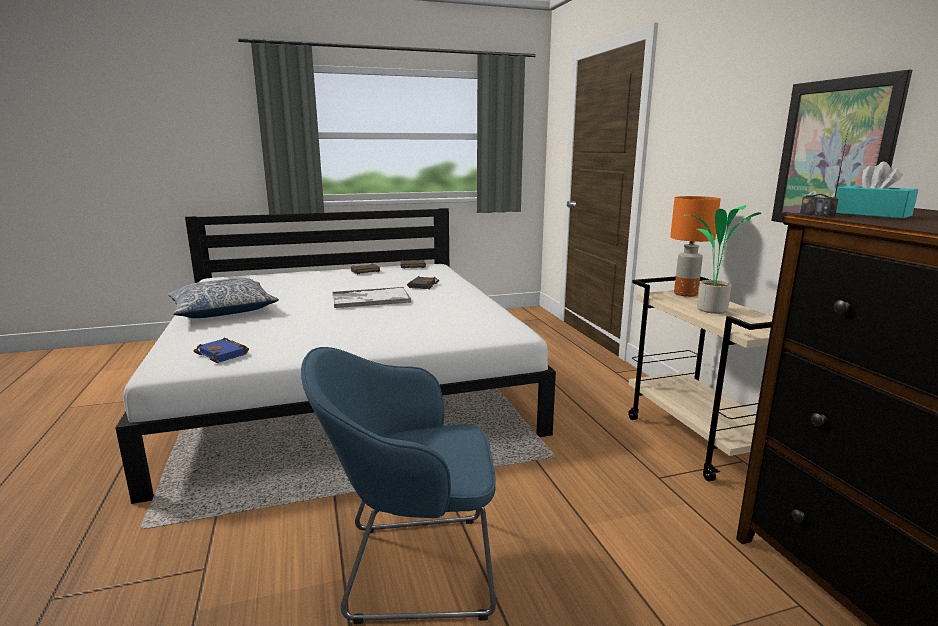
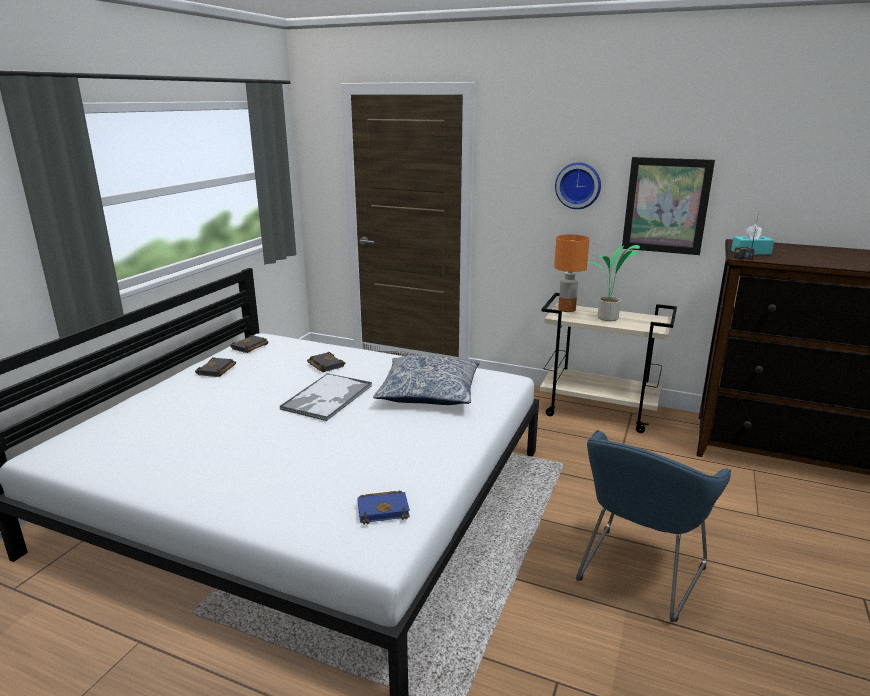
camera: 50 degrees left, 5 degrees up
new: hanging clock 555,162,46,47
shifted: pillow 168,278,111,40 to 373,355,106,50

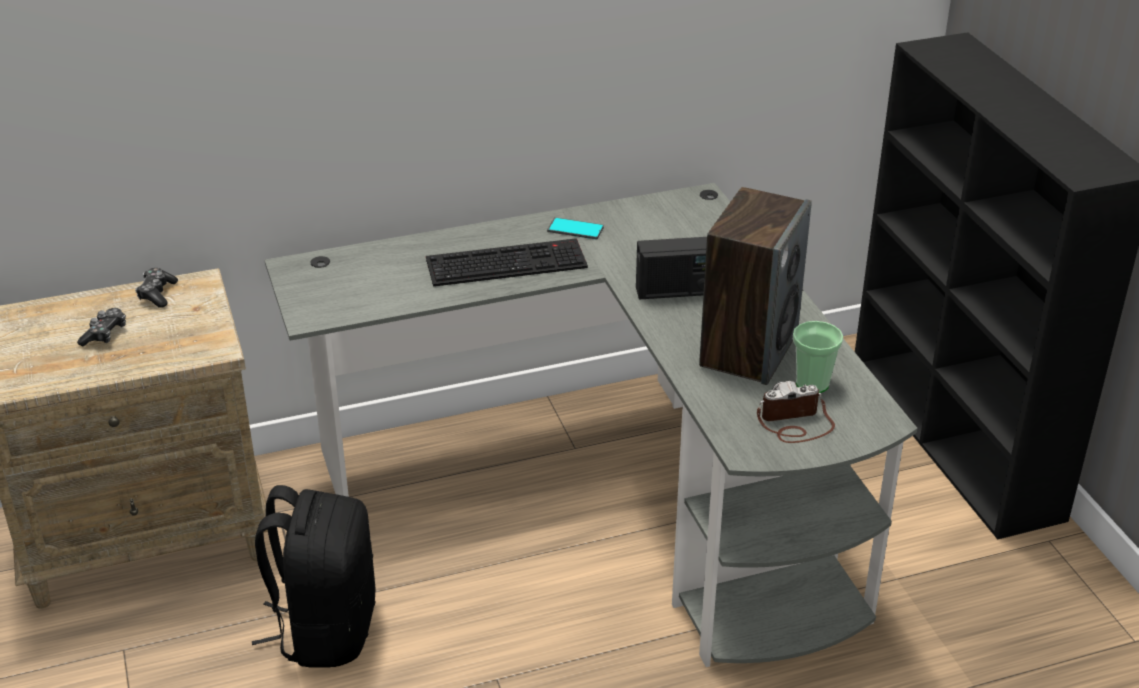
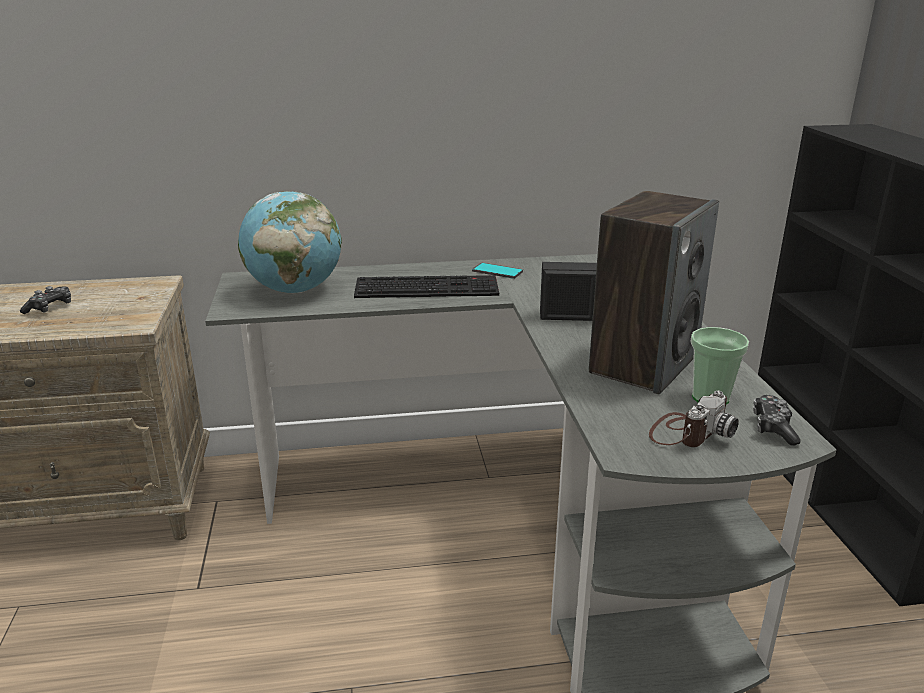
camera: 10 degrees right, 10 degrees down
gone: black-coloured rucksack 252,485,124,182
new: world globe 238,191,104,102
shifted: gamepad 135,268,43,40 to 753,395,48,51
rotated: still camera 757,381,78,62 = 649,391,90,56 135 degrees clockwise

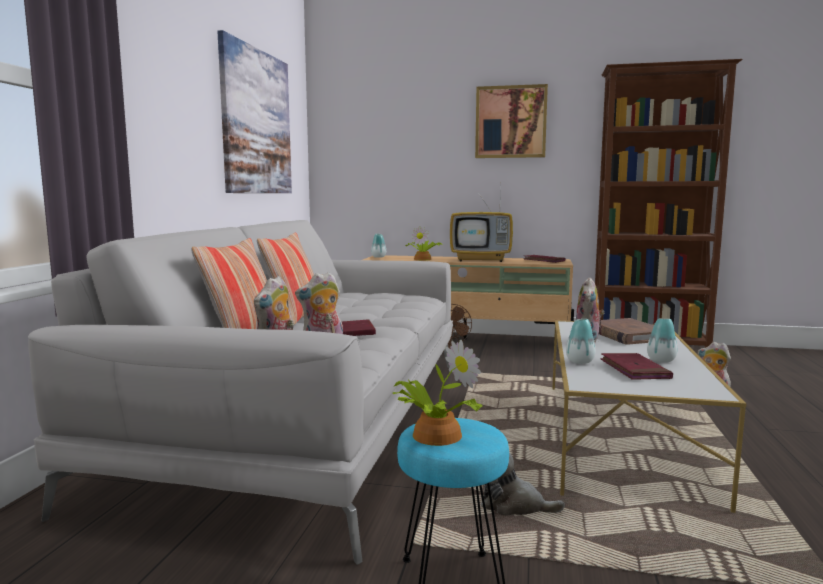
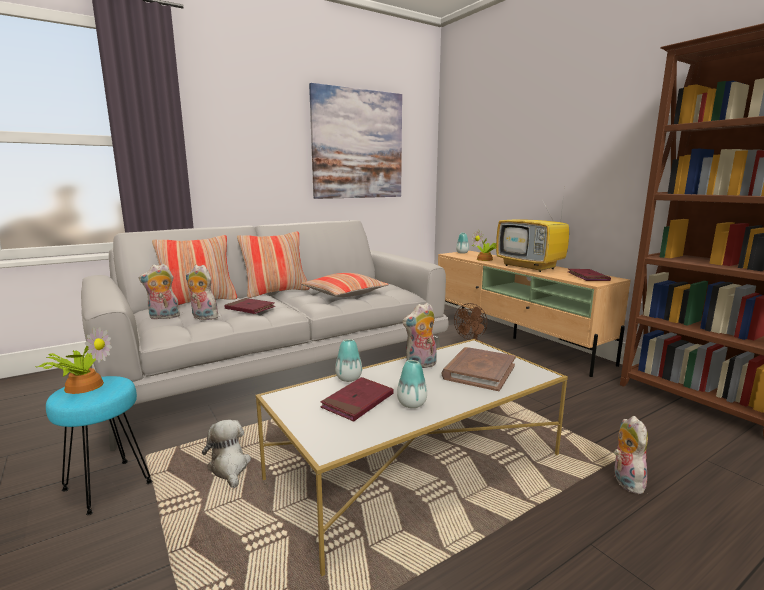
camera: 45 degrees right, 5 degrees up
gone: picture 475,84,73,74
new: pillow 301,273,87,24

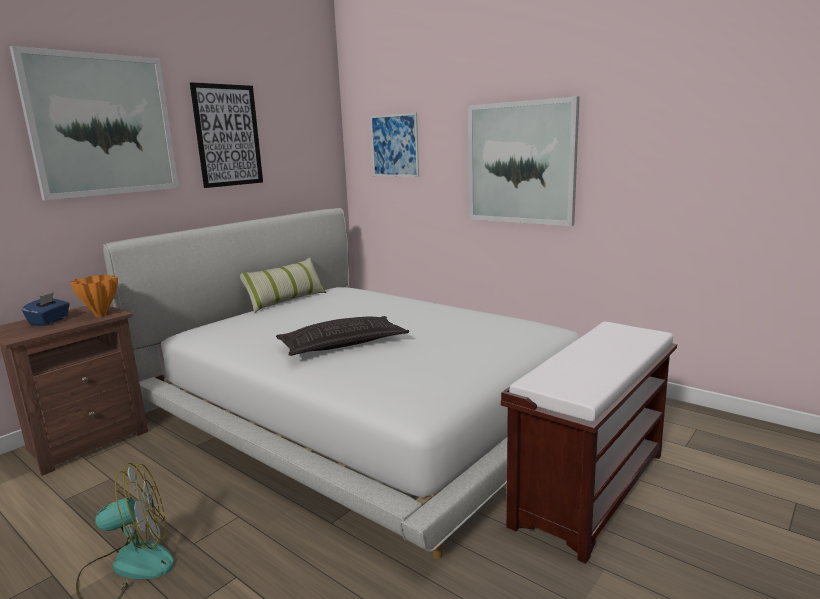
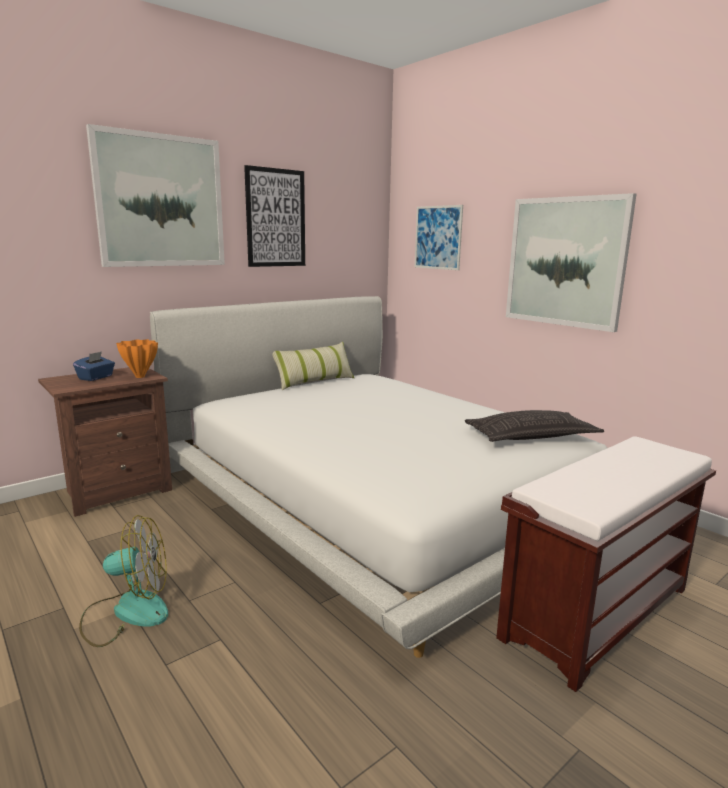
camera: 10 degrees right, 0 degrees up
shifted: pillow 276,316,133,40 to 465,410,139,32

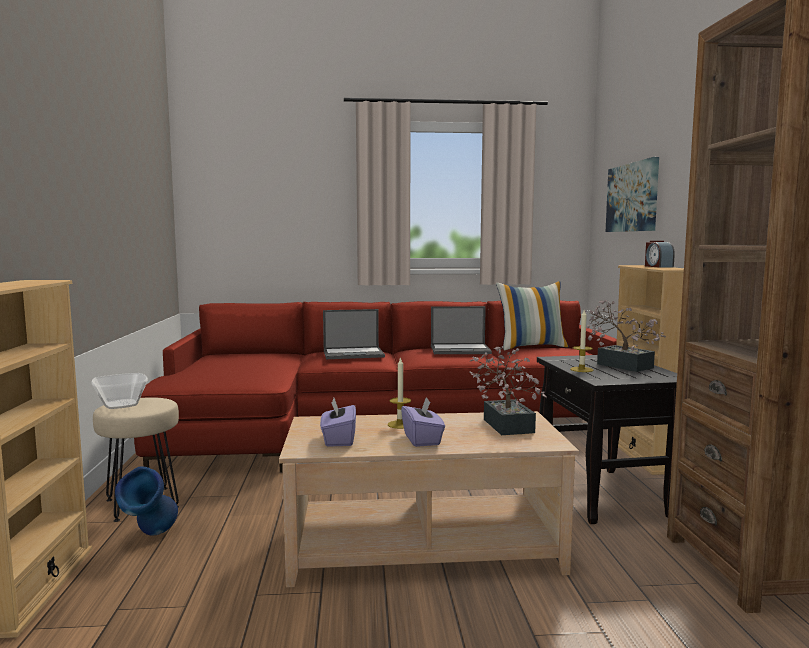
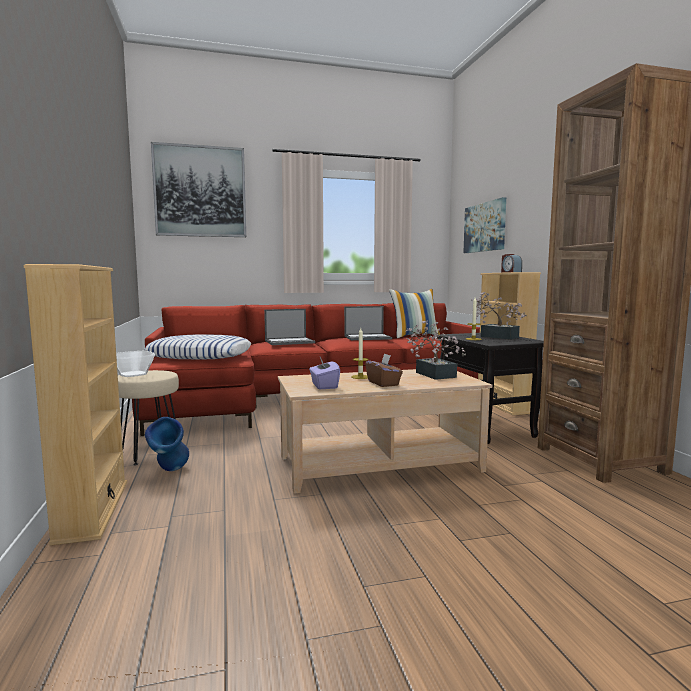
camera: 10 degrees left, 0 degrees up
new: pillow 144,334,107,26; picture 151,142,95,95
repainted: purple tissue holder 401,397,44,50 to brownish tissue holder 365,353,38,34

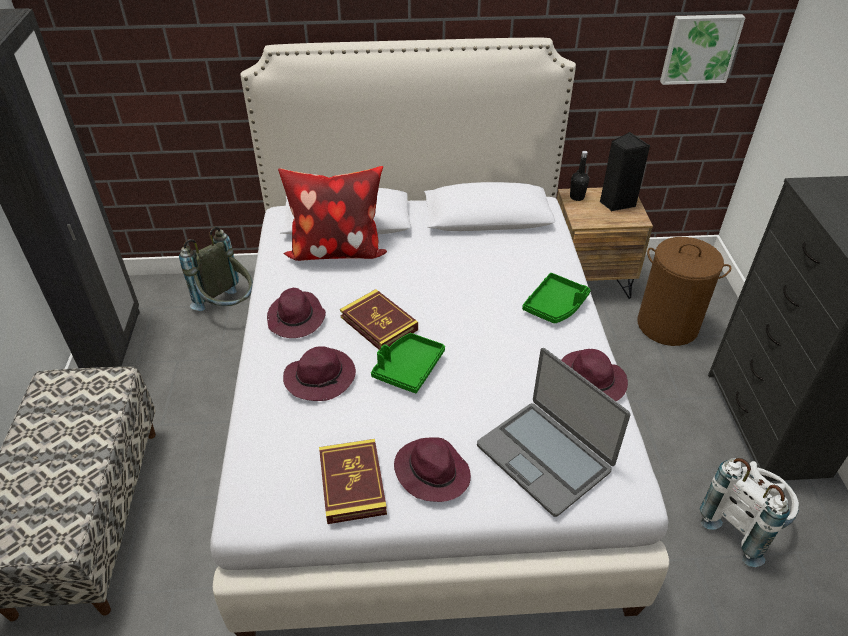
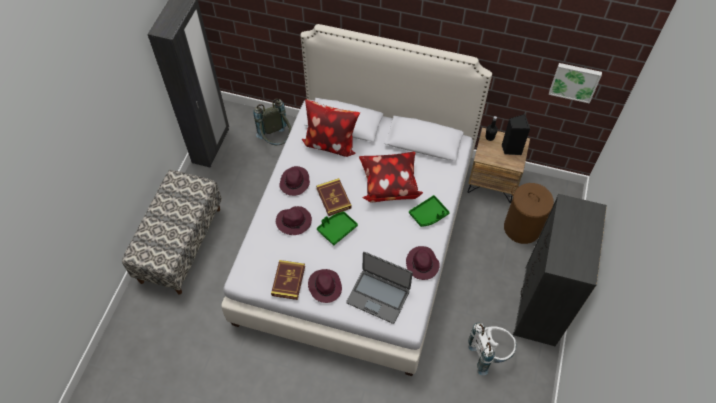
camera: 20 degrees right, 15 degrees up
new: pillow 359,152,64,51
rotated: laptop 477,348,153,169 = 346,252,67,72 45 degrees counterclockwise

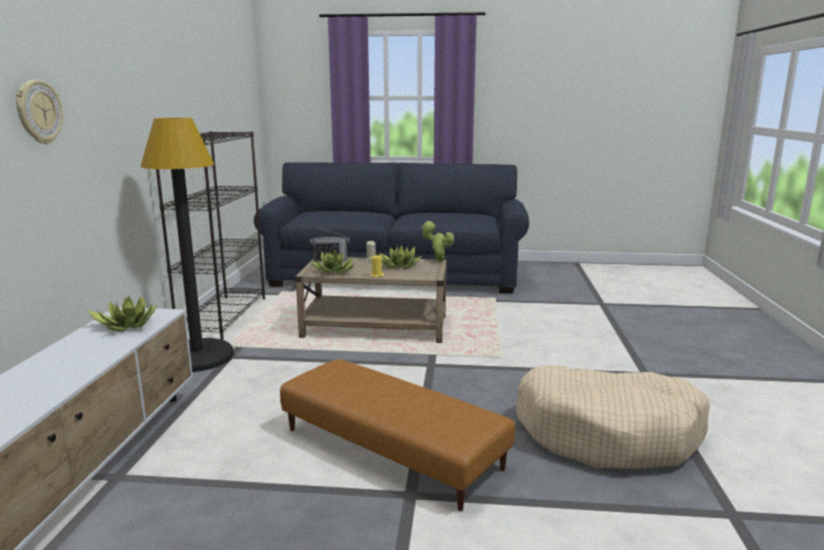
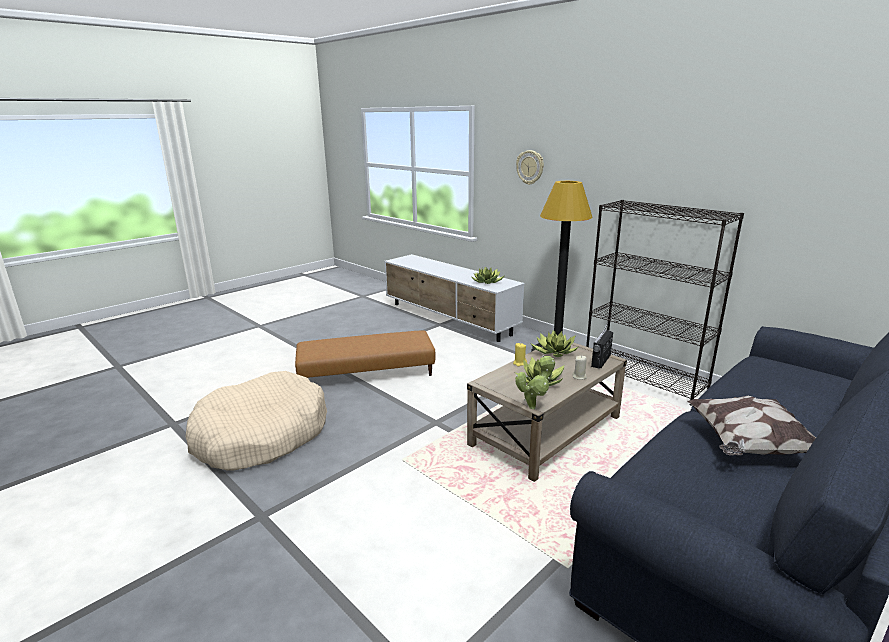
camera: 130 degrees right, 5 degrees up
new: pillow 687,396,129,59

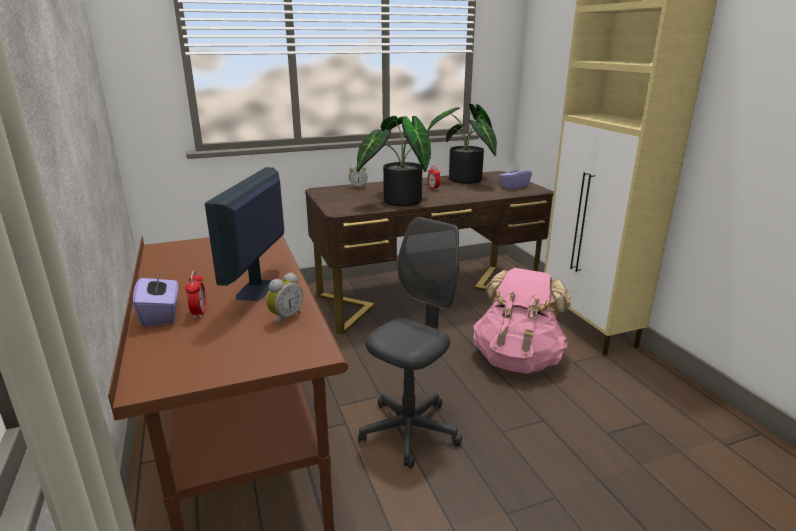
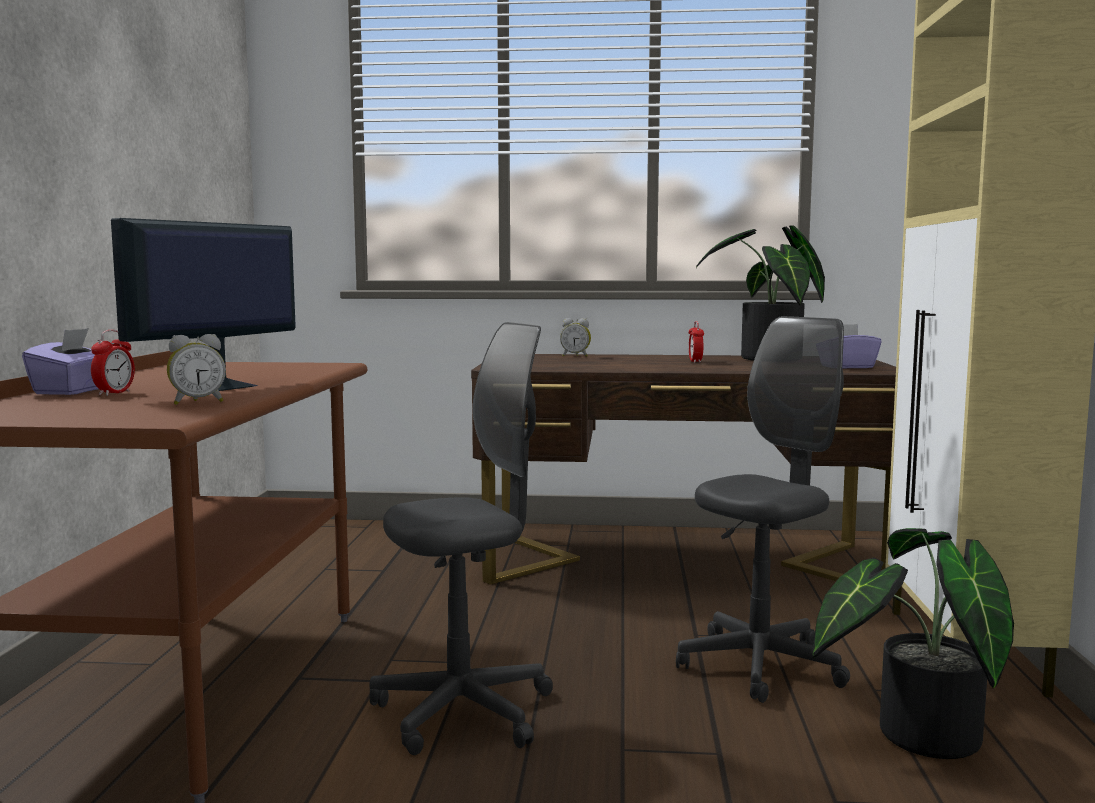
camera: 25 degrees right, 15 degrees down
shifted: houseplant 356,116,75,90 to 812,528,202,231
swapped: pink-coloured rucksack 473,268,98,106 to gray desk chair 676,316,174,387

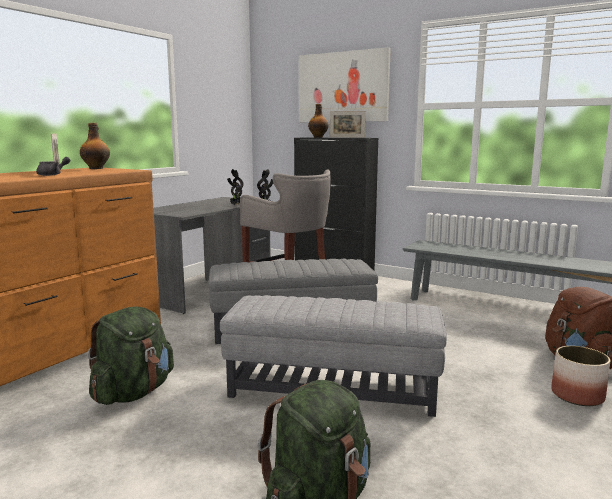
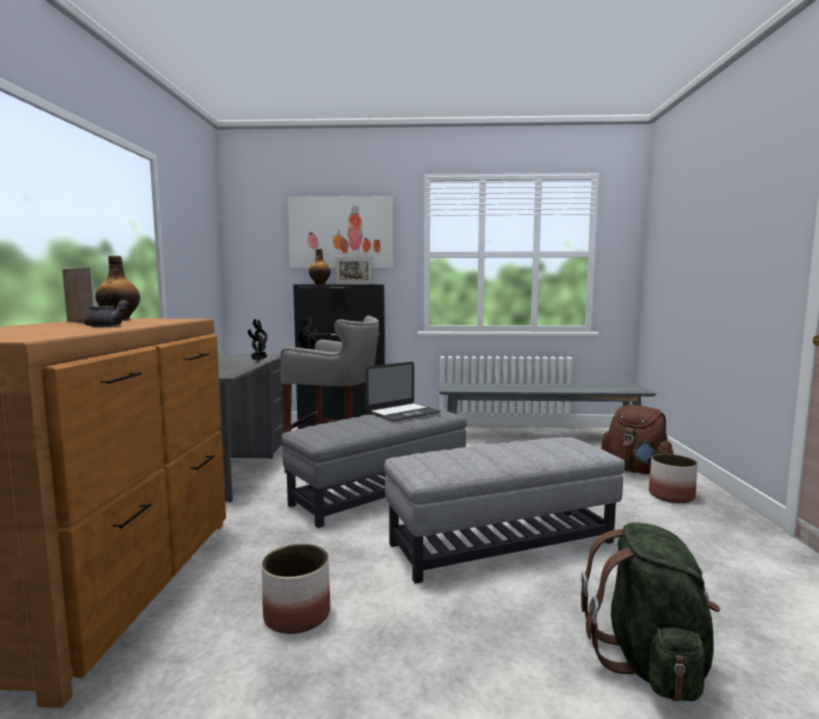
camera: 30 degrees left, 5 degrees down
new: laptop 366,362,75,59
swapped: green-coloured rucksack 88,306,86,99 to flower pot 262,544,68,90

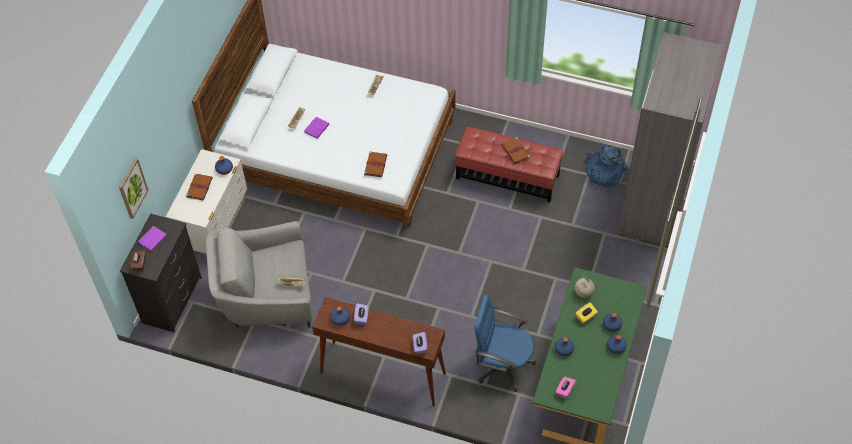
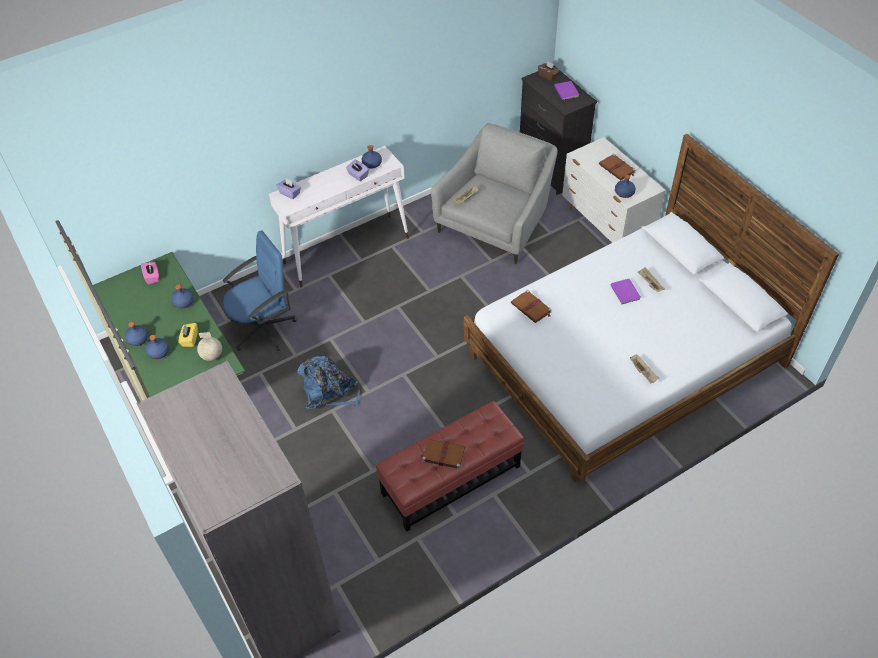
camera: 130 degrees right, 5 degrees down
gone: picture 119,158,30,61
shifted: blue rucksack 586,145,43,42 to 298,356,62,53
repainted: brownish console table 312,297,134,109 to whitish console table 269,146,140,142

